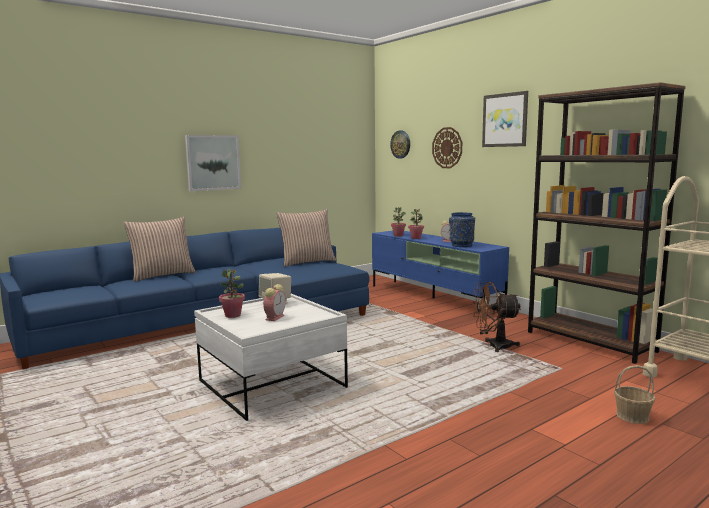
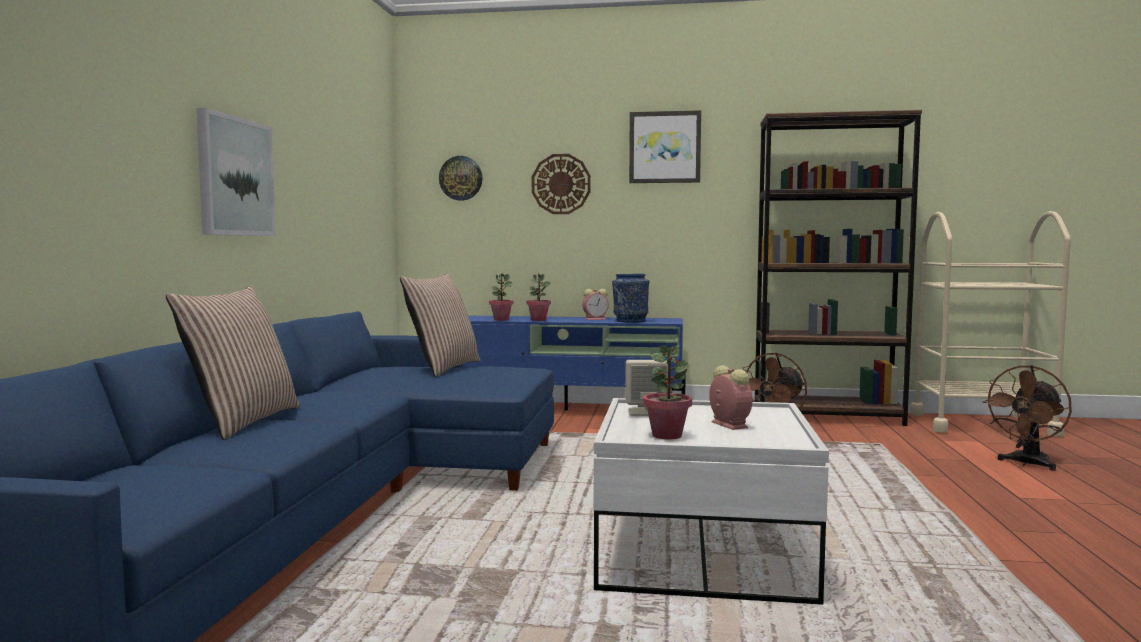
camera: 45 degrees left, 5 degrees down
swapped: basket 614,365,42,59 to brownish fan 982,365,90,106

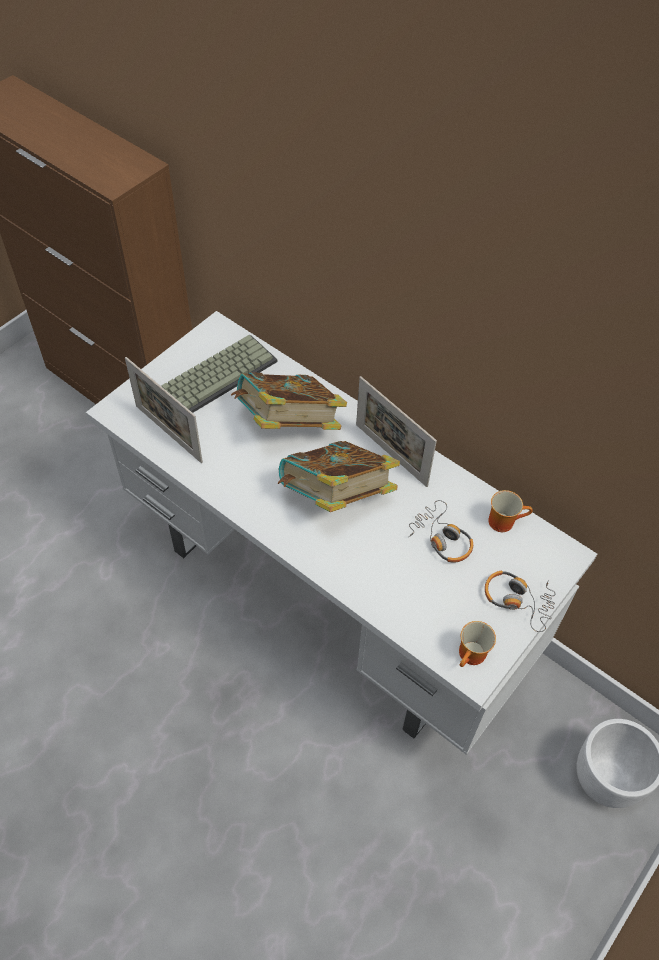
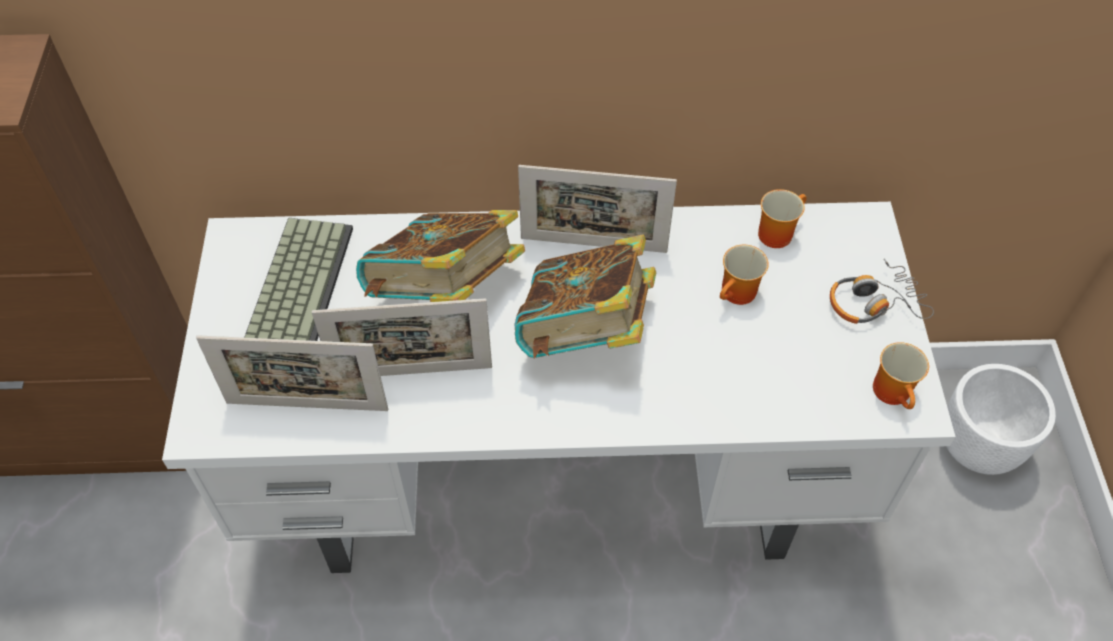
camera: 40 degrees left, 0 degrees up
new: photo frame 312,298,180,78
swapped: headphones 409,500,64,62 to mug 720,245,49,60

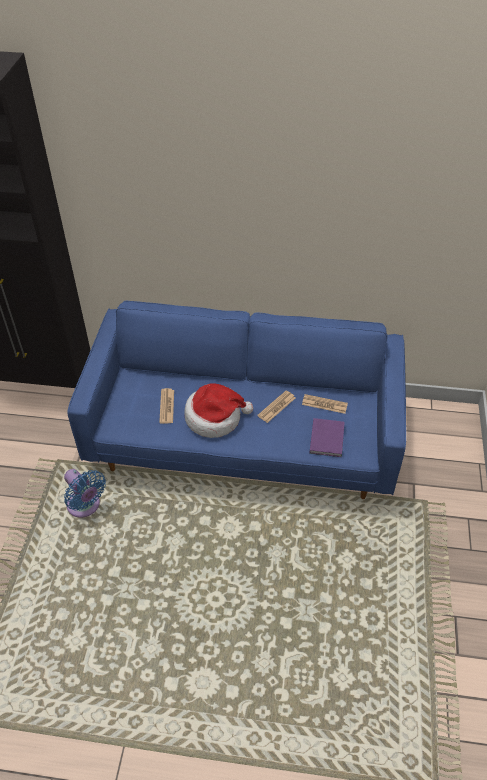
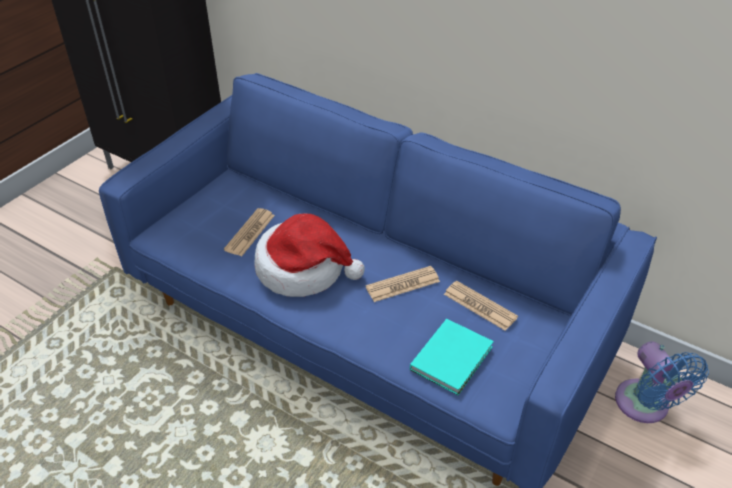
camera: 25 degrees right, 5 degrees down
shifted: blue fan 64,469,42,49 to 615,341,94,82
repainted: purple volume 309,418,36,39 to blue-green volume 410,319,84,76

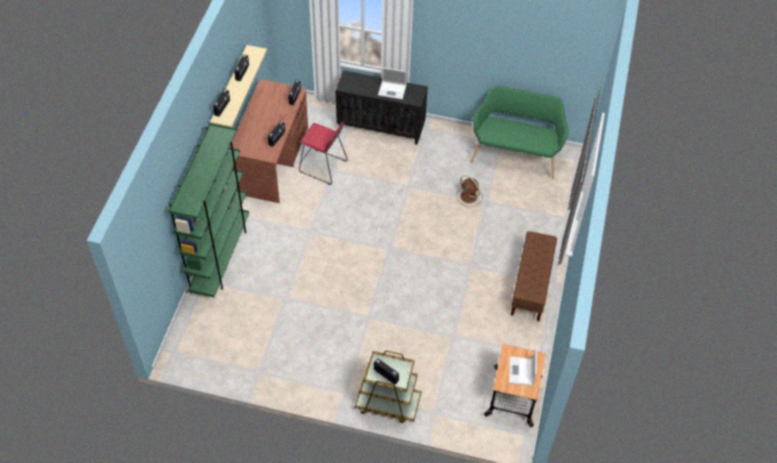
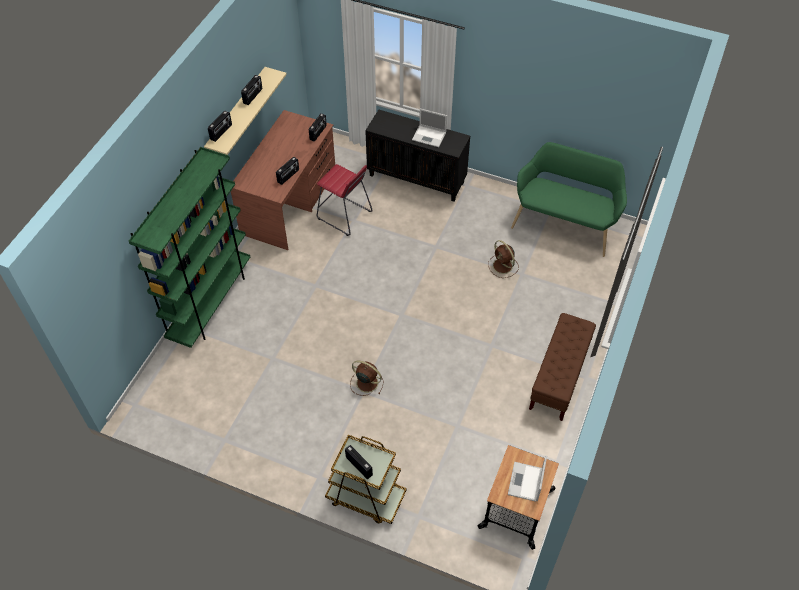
camera: 10 degrees right, 0 degrees up
new: brownish fan 350,361,33,35

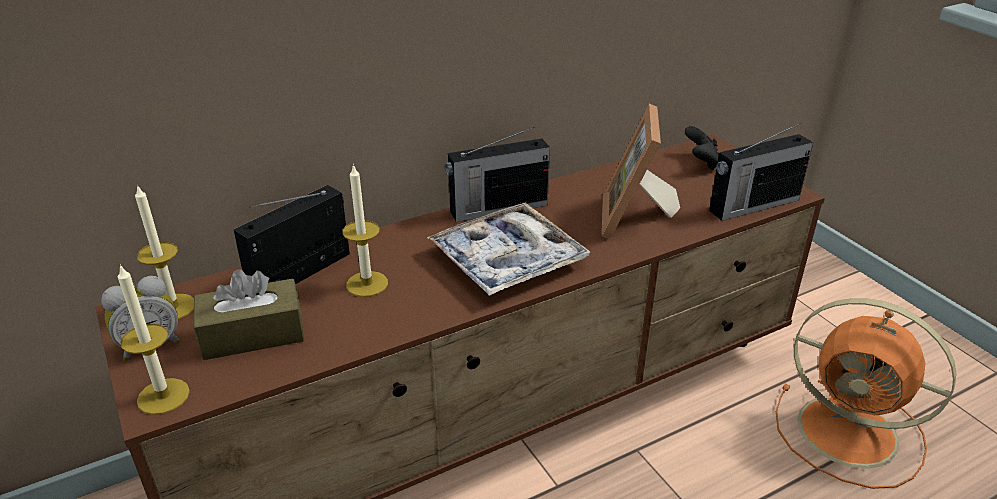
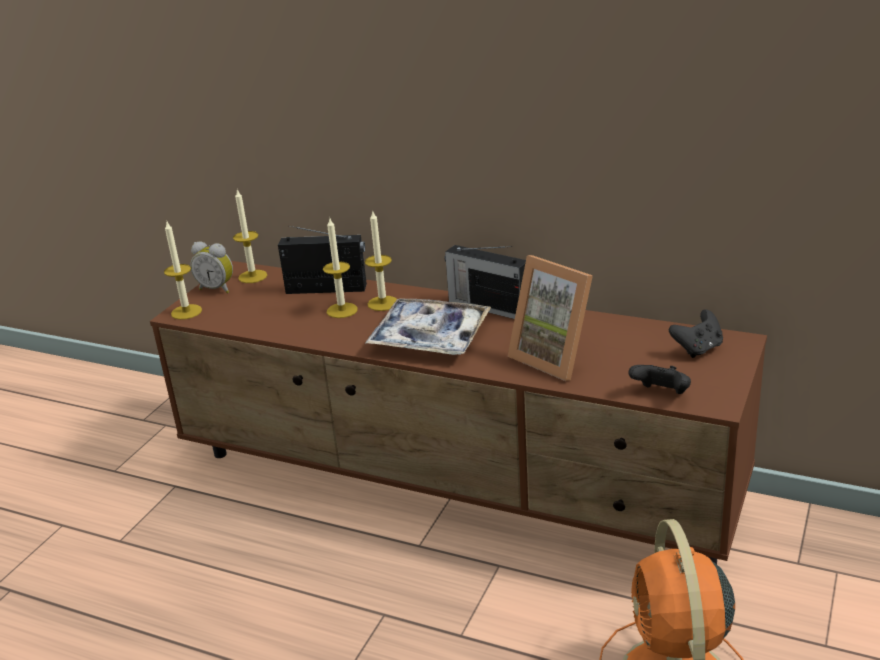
camera: 55 degrees right, 5 degrees down
gone: brownish tissue holder 193,269,111,91
new: wax light 365,210,32,101
swapped: radio set 709,123,104,98 to black-coloured gamepad 628,365,63,29
rotated: photo frame 602,104,78,135 = 507,255,86,126 105 degrees counterclockwise

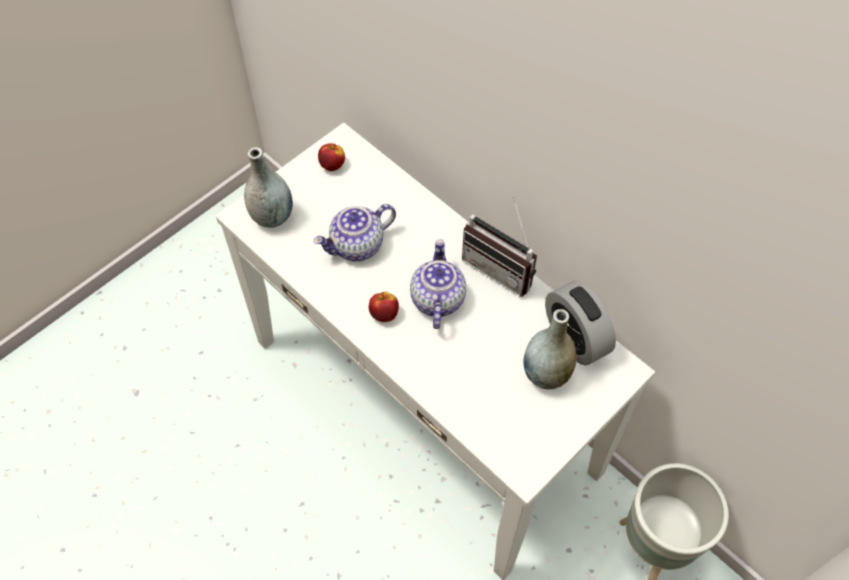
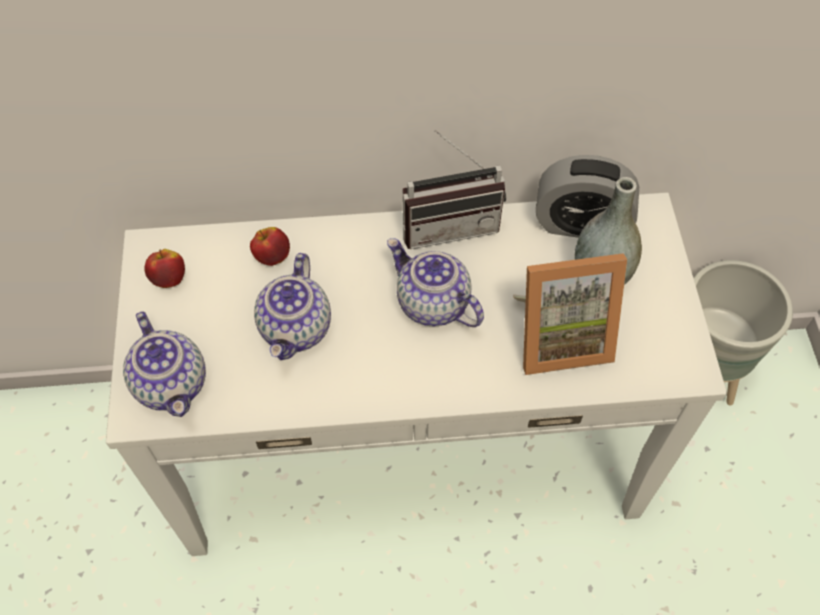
camera: 50 degrees left, 0 degrees up
new: photo frame 513,253,114,122
shifted: whole apple 369,292,30,30 to 250,227,40,39
swapped: gray vase 244,147,49,81 to teapot 123,311,83,106

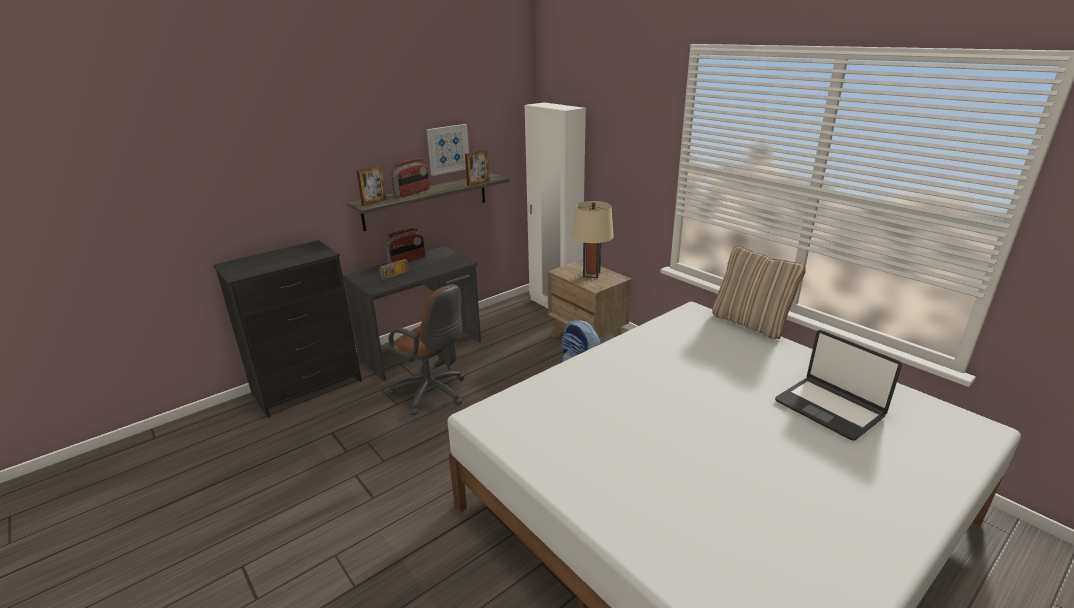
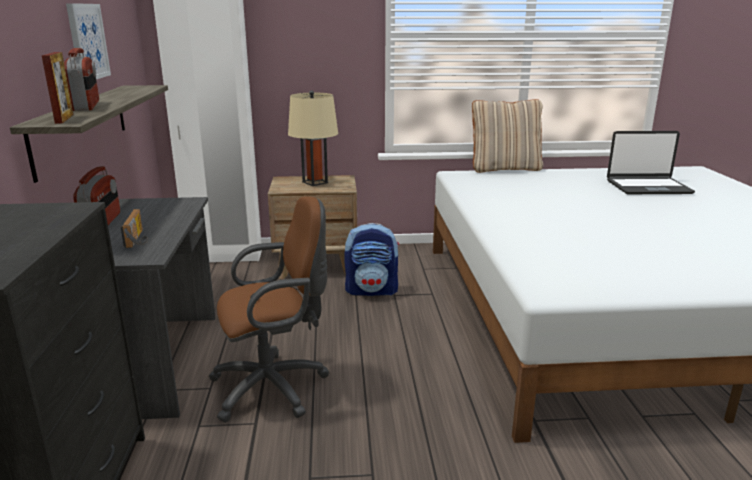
camera: 55 degrees left, 5 degrees down
gone: photo frame 465,150,24,36

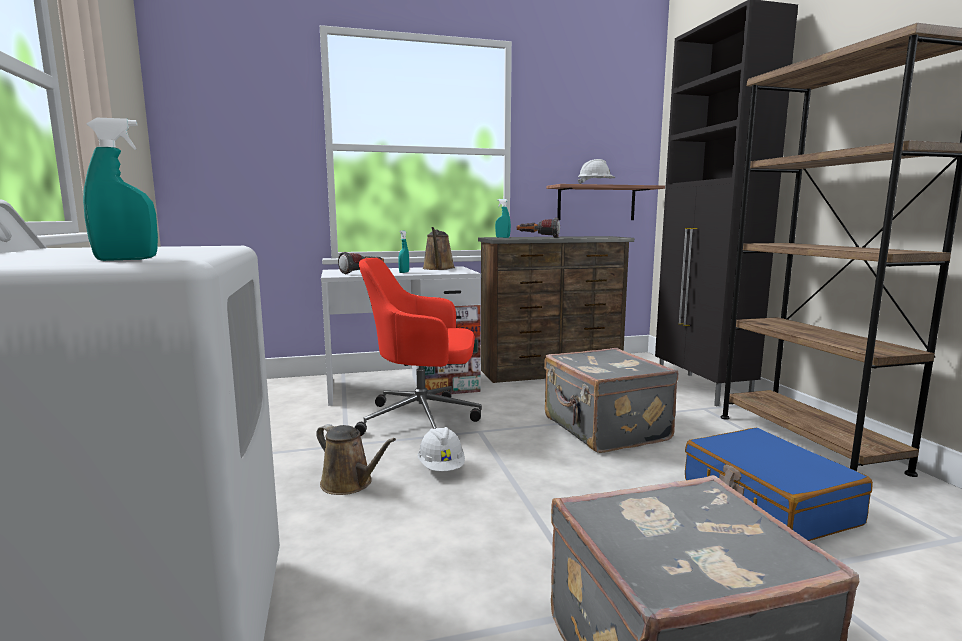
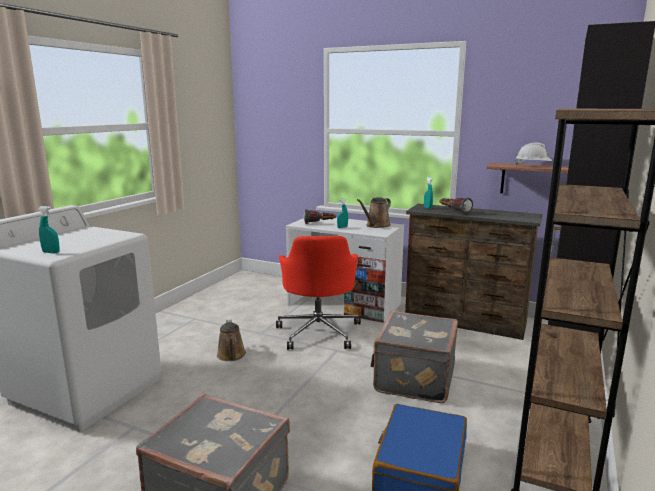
camera: 40 degrees right, 5 degrees up
gone: whitish hard hat 418,427,47,44
rotated: reddish desk chair 354,258,128,178 = 276,236,85,114 135 degrees counterclockwise

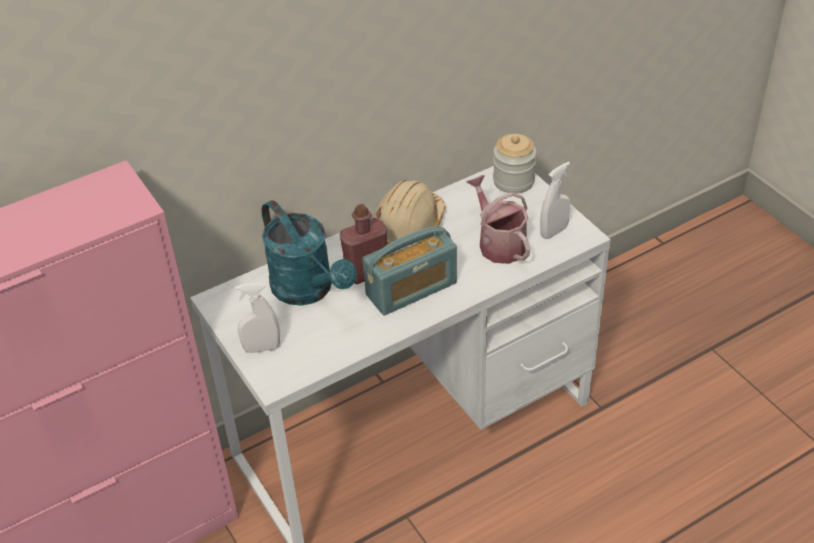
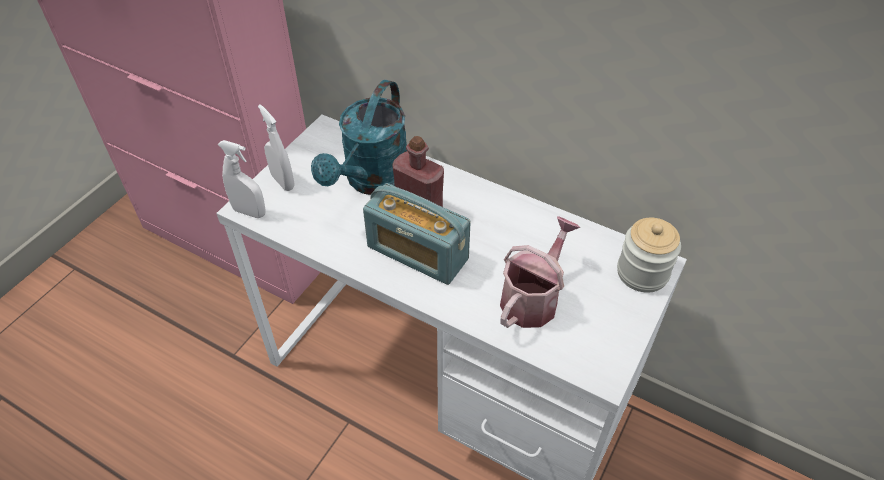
camera: 60 degrees right, 5 degrees up
gone: beige hard hat 372,180,73,64
shifted: whitish spray bottle 540,162,30,77 to 218,140,48,78

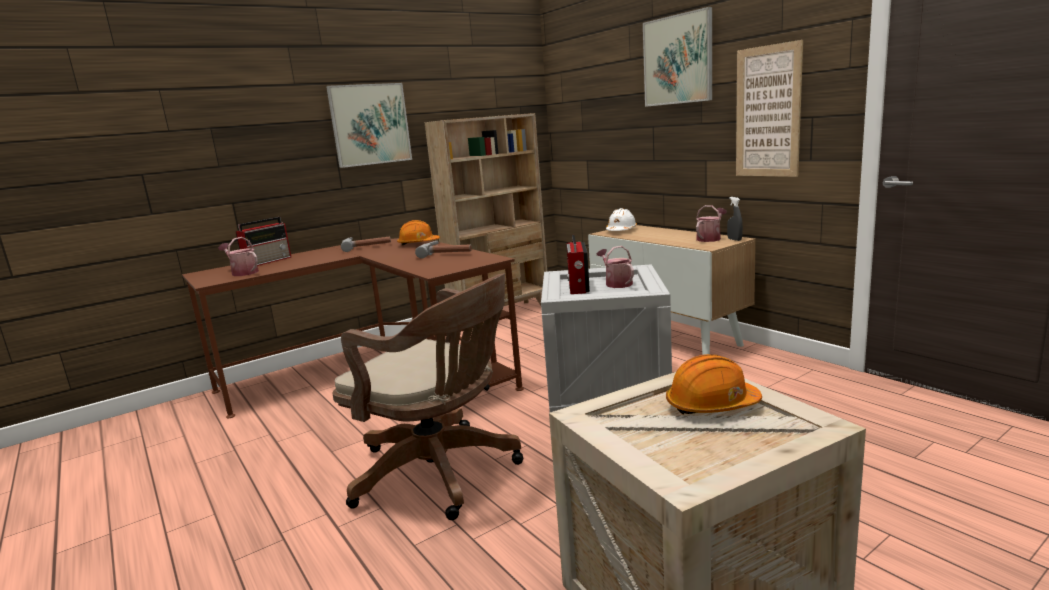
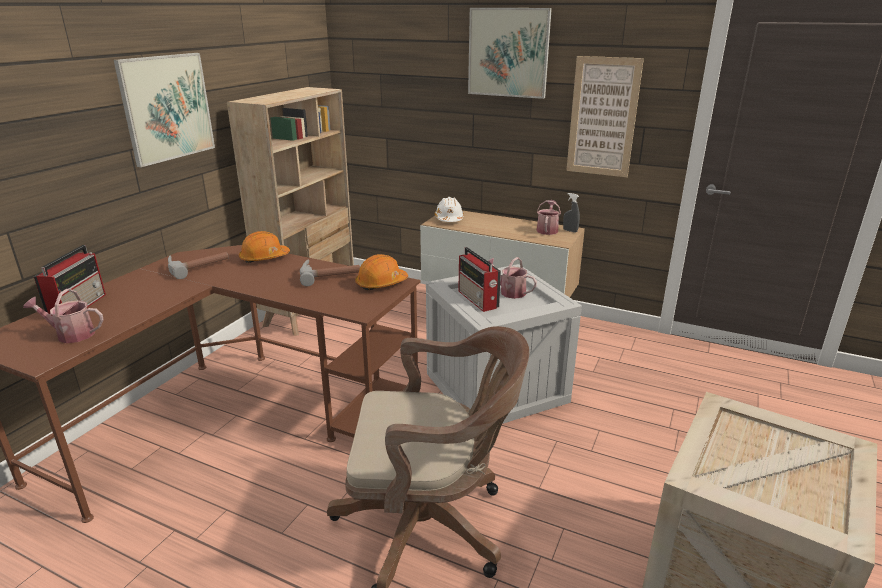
camera: 30 degrees left, 10 degrees up
shifted: orange hard hat 666,354,96,60 to 355,254,53,37

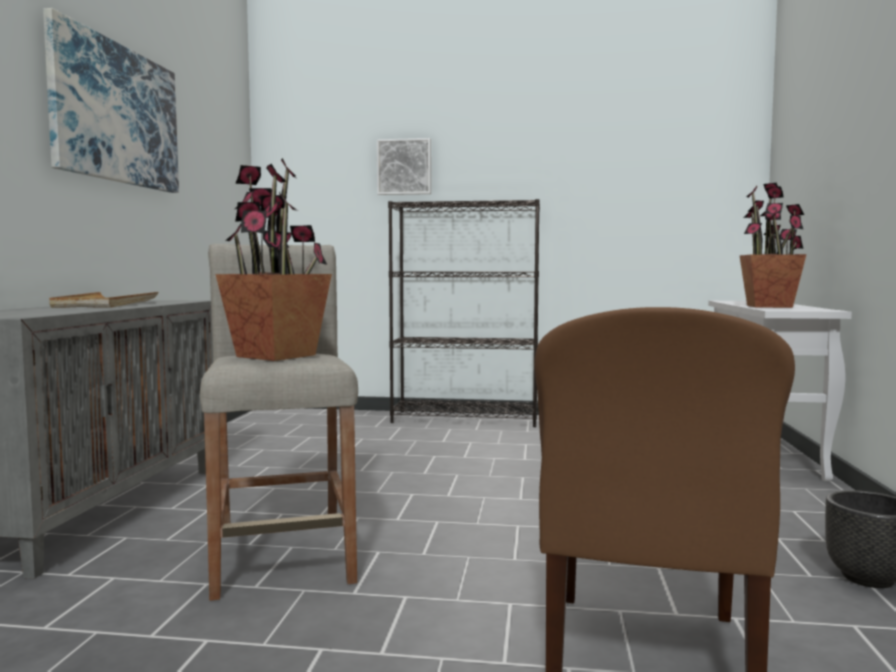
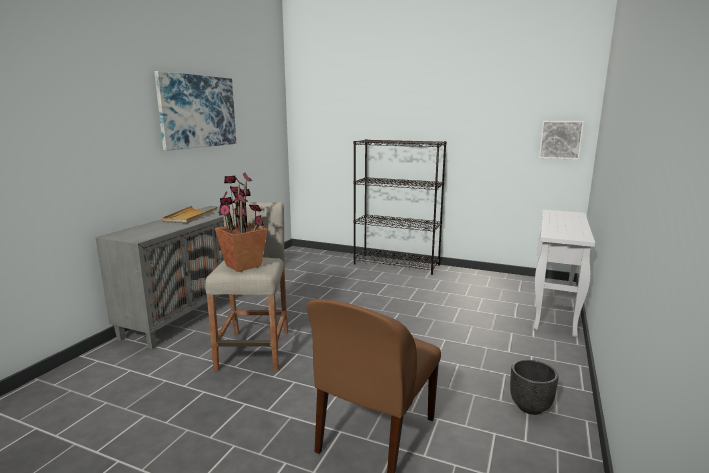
camera: 15 degrees right, 10 degrees up
gone: houseplant 740,183,67,125
shifted: picture 377,138,54,57 to 539,121,45,39

